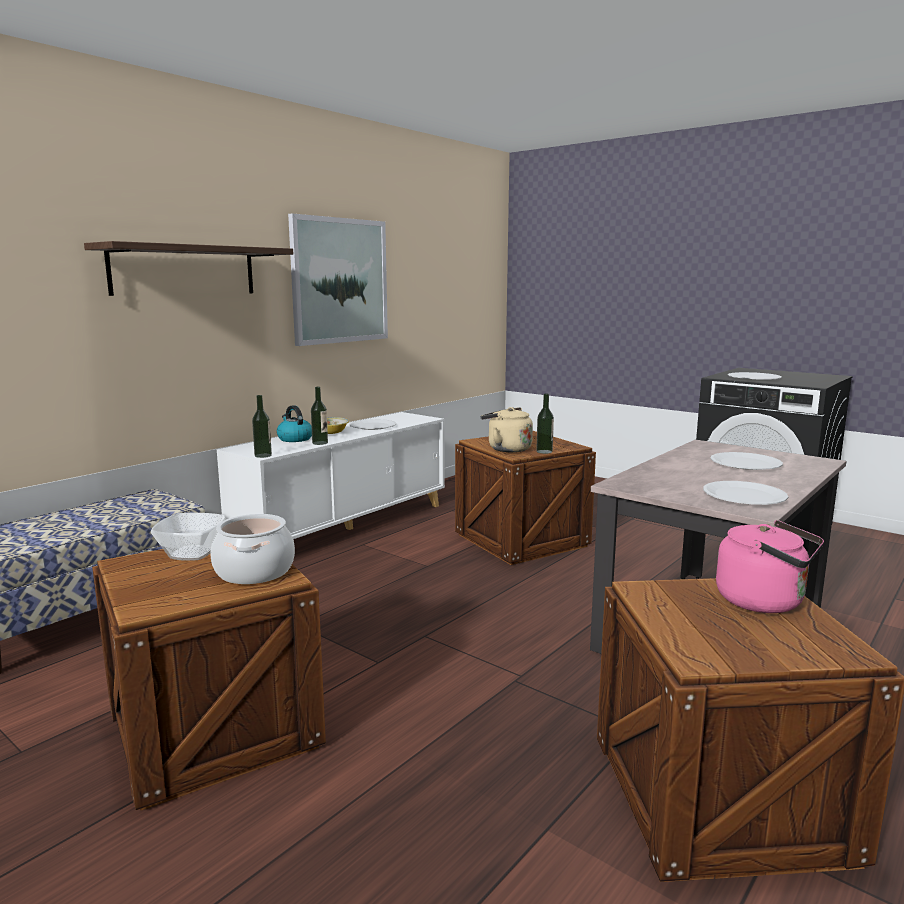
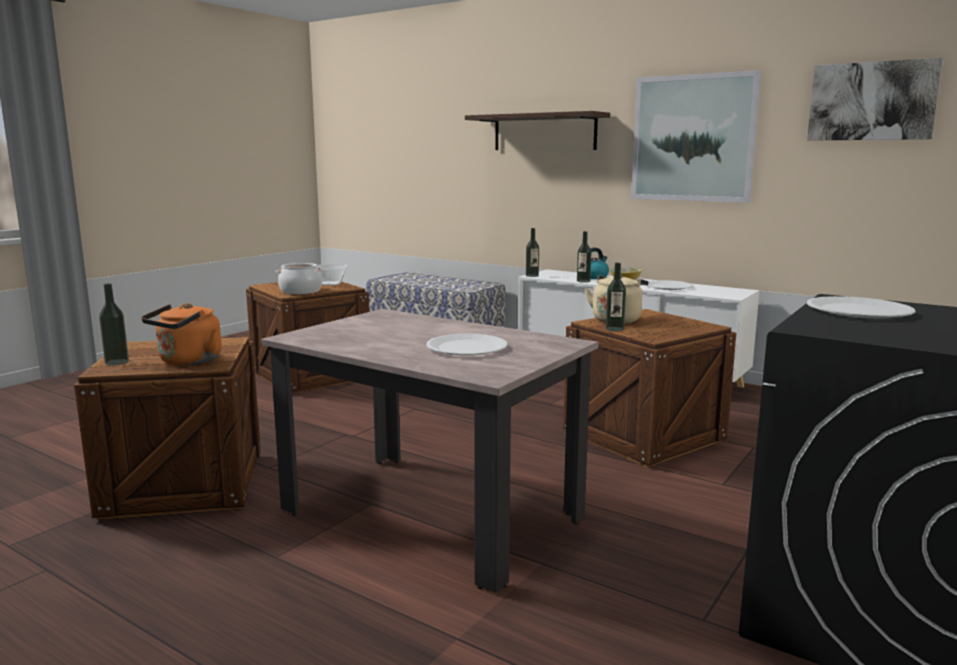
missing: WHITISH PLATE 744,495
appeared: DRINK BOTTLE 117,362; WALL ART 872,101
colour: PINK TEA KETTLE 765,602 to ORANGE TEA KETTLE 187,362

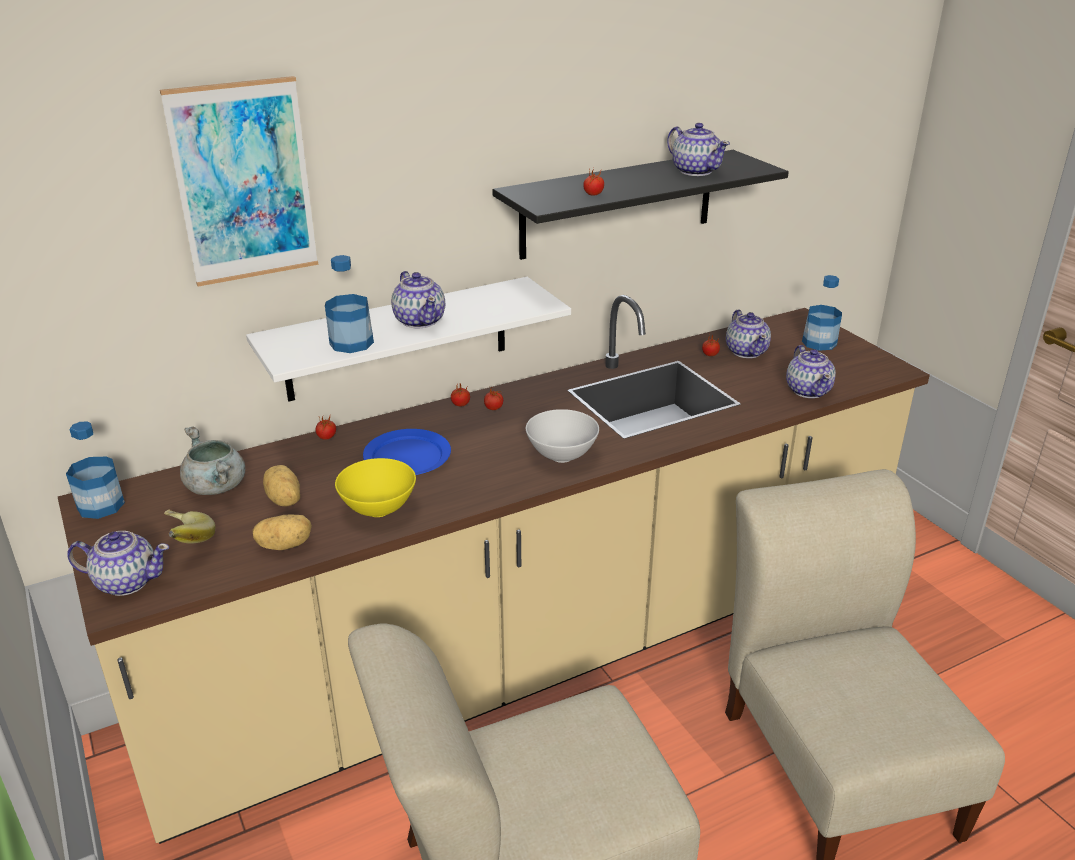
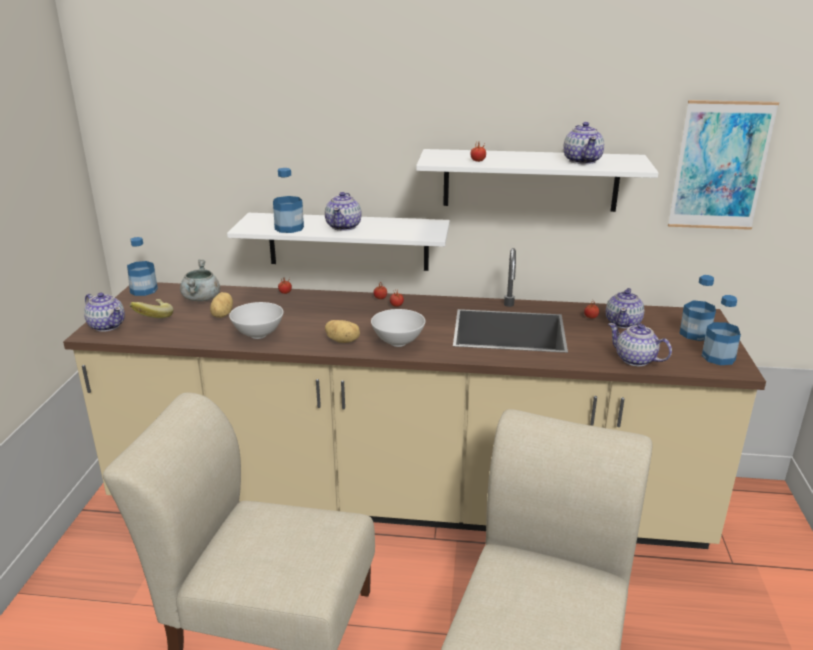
missing: BLUE PLATE 407,456
appeared: DRINK BOTTLE 718,357
relocated: WALL ART 244,183 to 720,166; SPUD 285,545 to 343,341
colour: YELLOW-COLOURED SERVING BOWL 378,510 to WHITISH SERVING BOWL 258,335; BLACK-COLOURED WALL SHELF 618,204 to WHITISH WALL SHELF 530,180
spun: TEAPOT 808,390 = 635,360 105 degrees clockwise

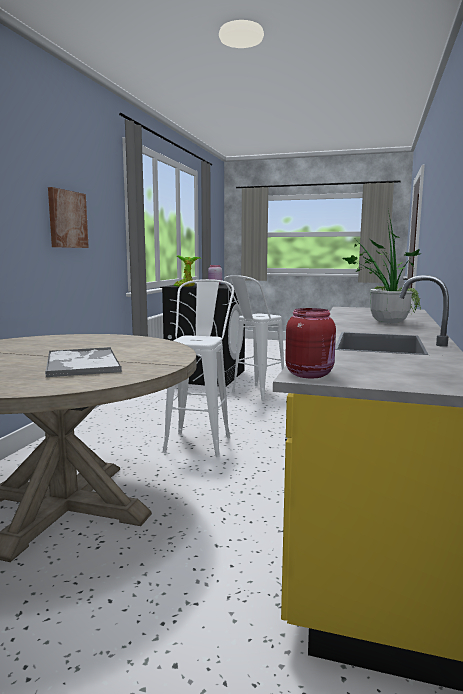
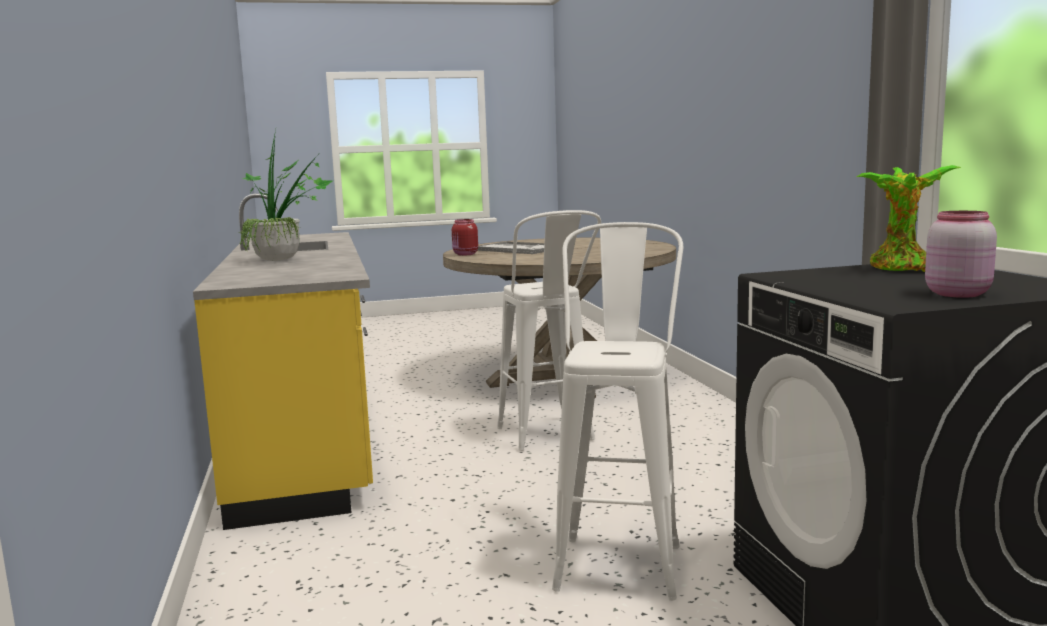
missing: WALL ART 67,219
relocated: RED-COLOURED STORAGE JAR 310,374 to 465,254

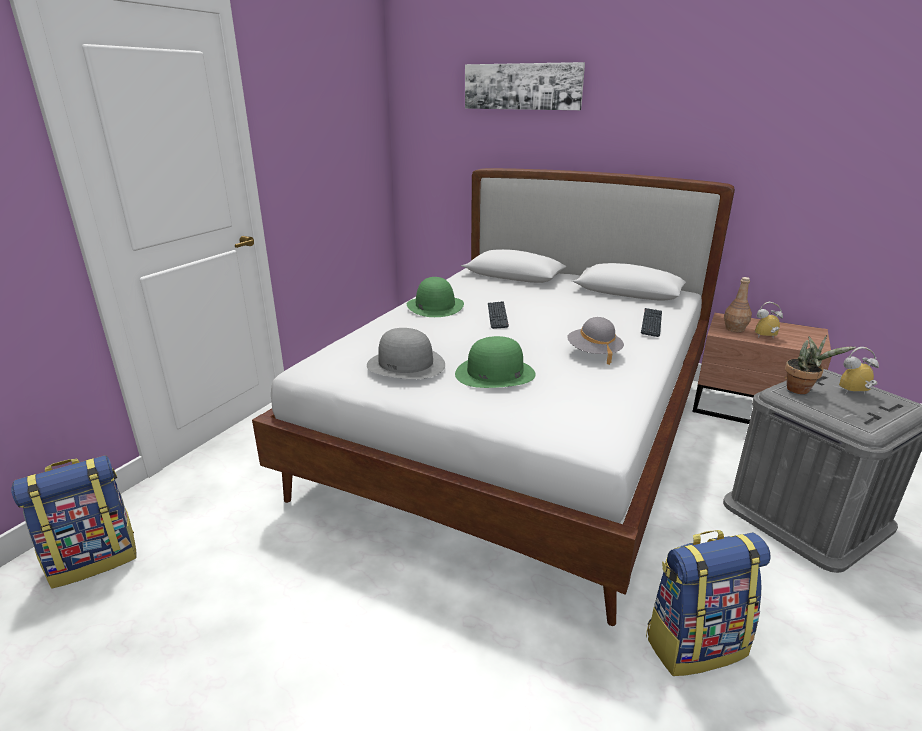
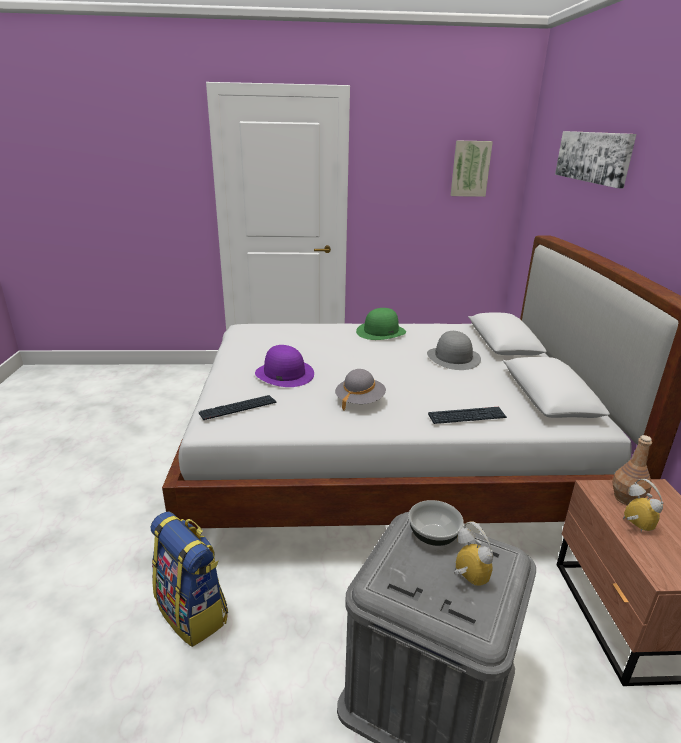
missing: BACKPACK 94,559
appeared: WALL ART 470,168
relocated: GREYISH CLOTHING HAT 406,364 to 453,358; KEYBOARD 497,315 to 238,408
exchanged: HOUSEPLANT 801,390 to SERVING BOWL 433,535
colour: GREEN CLOTHING HAT 494,373 to PURPLISH CLOTHING HAT 284,374

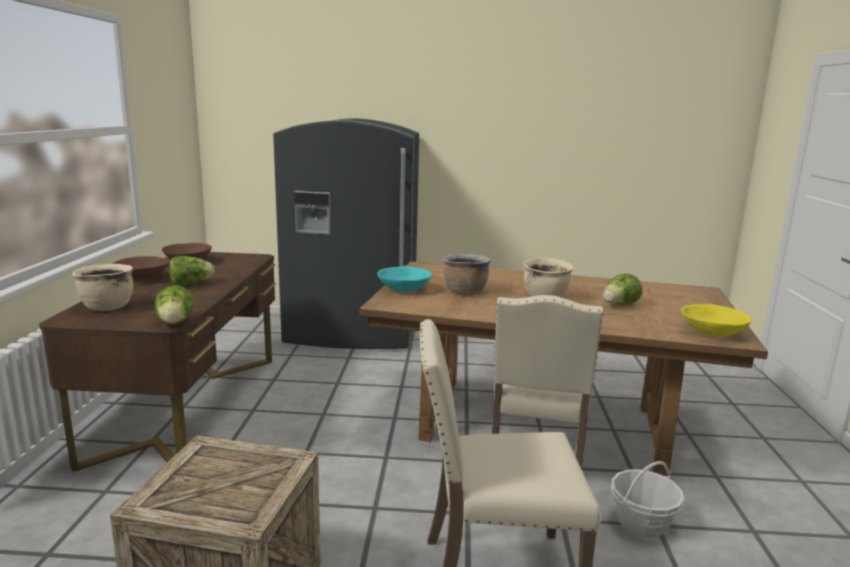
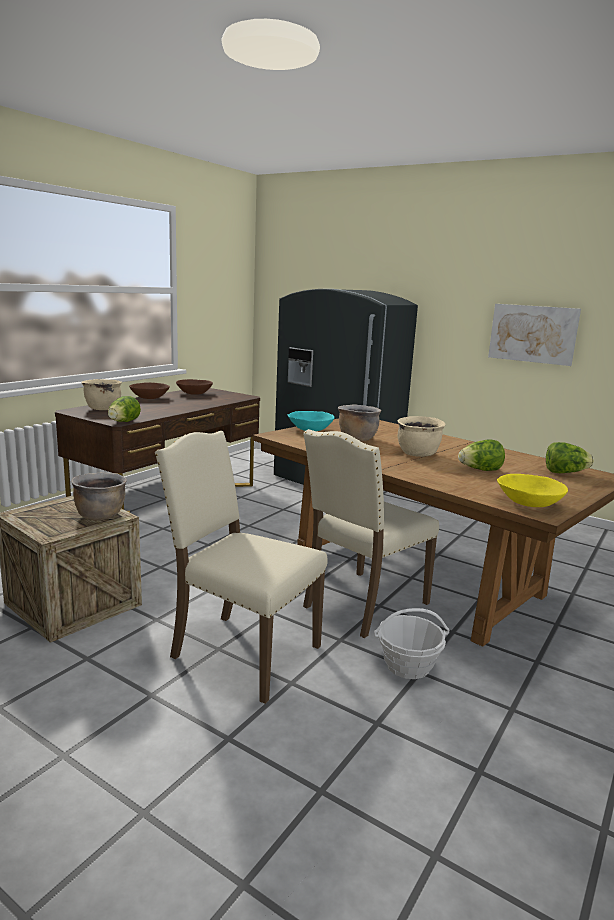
appeared: BROWN-COLOURED STOCKPOT 100,515; WALL ART 533,333
relocated: HEAD OF LETTUCE 191,284 to 565,473

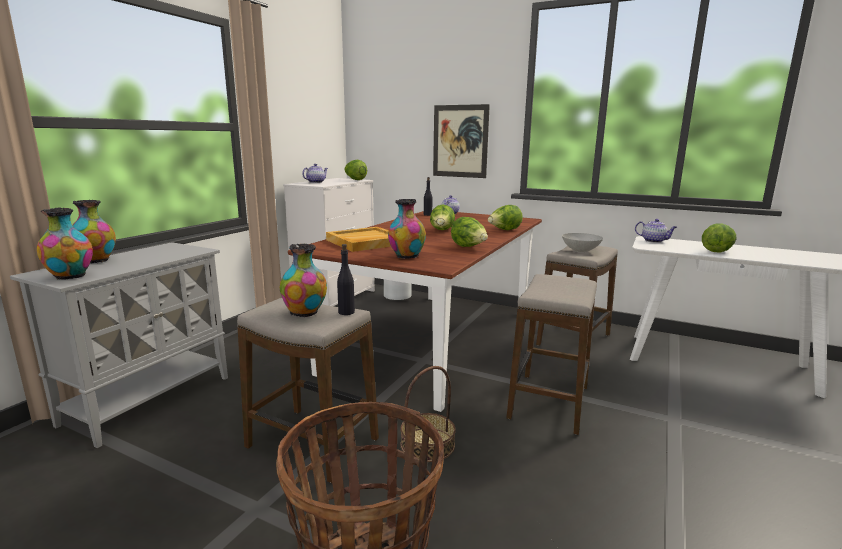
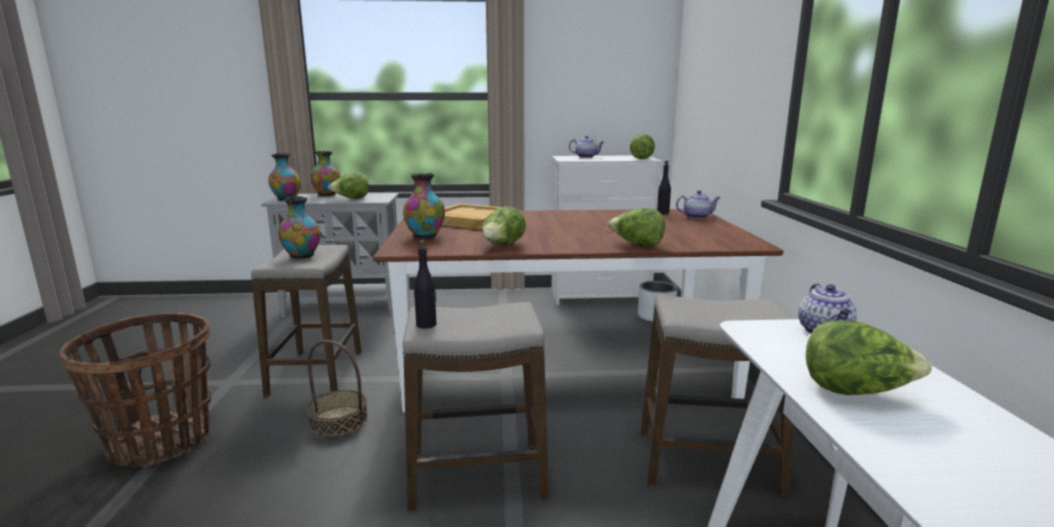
missing: WALL ART 460,141; GREYISH SERVING BOWL 580,251
relocated: BLACK-COLOURED DRINK BOTTLE 346,312 to 426,325; HEAD OF LETTUCE 442,231 to 351,199

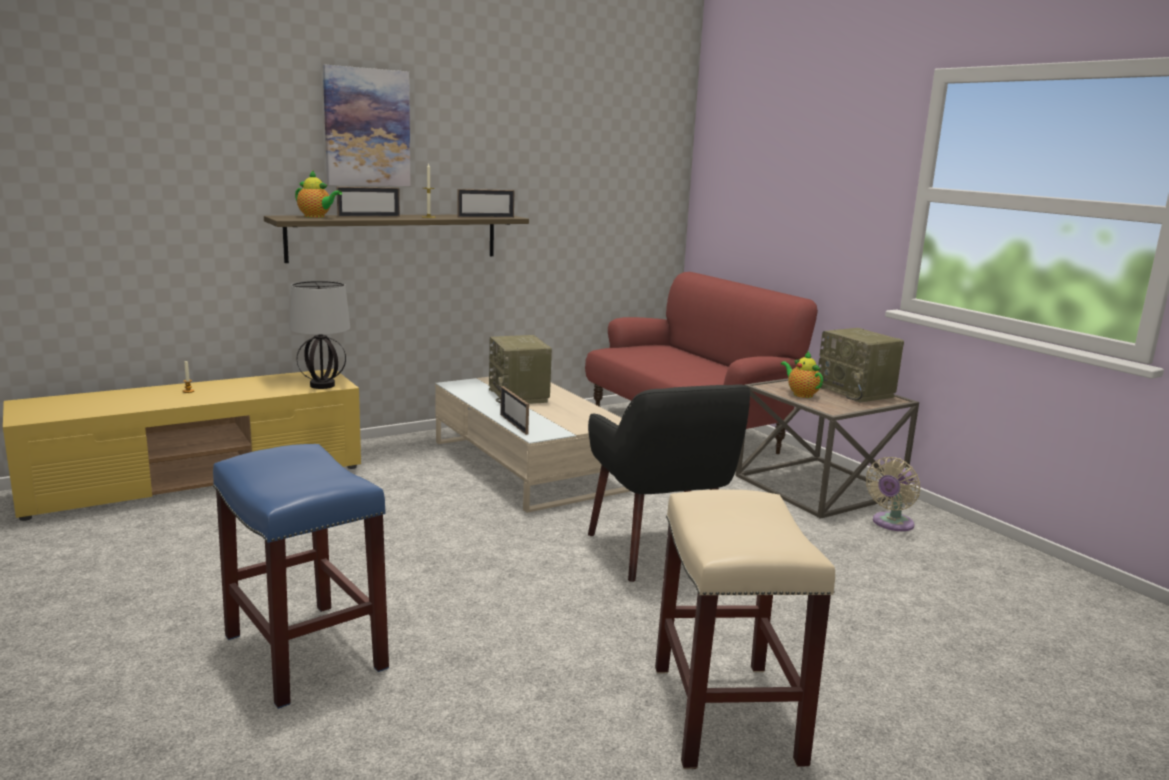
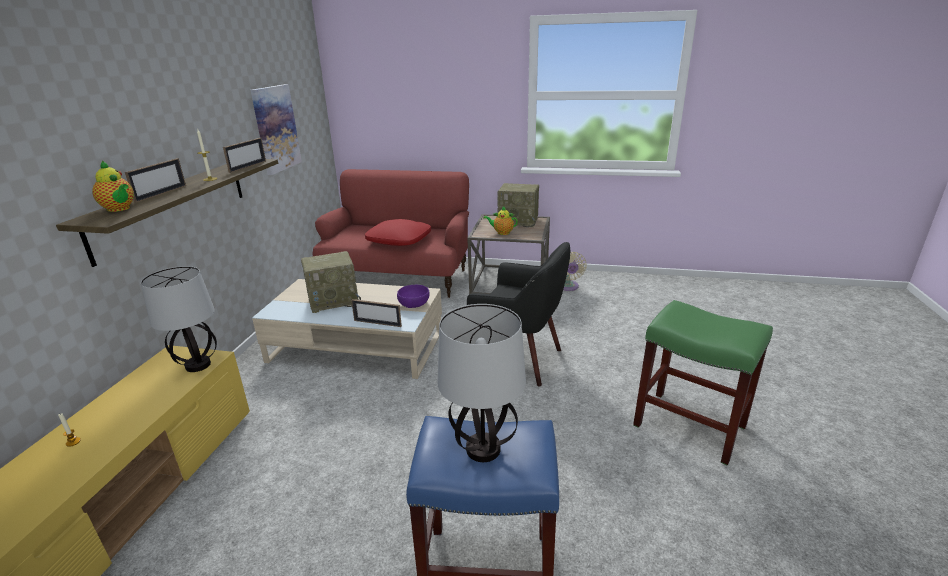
appeared: RED-COLOURED CUSHION 399,240; PURPLISH SERVING BOWL 414,304; TABLETOP LAMP 482,449
relocated: WALL ART 367,127 to 276,128
colour: BEIGE-COLOURED STOOL 724,712 to GREEN STOOL 688,425
spun: TEAPOT 316,217 = 120,209 60 degrees clockwise; RADIO 519,396 = 334,300 45 degrees counterclockwise

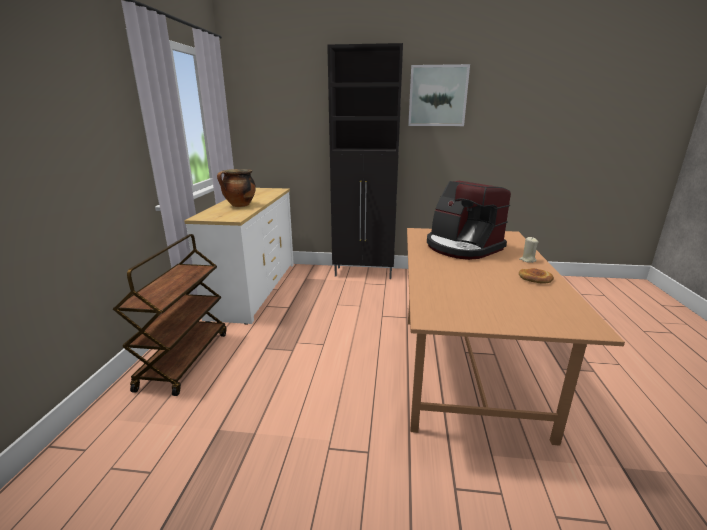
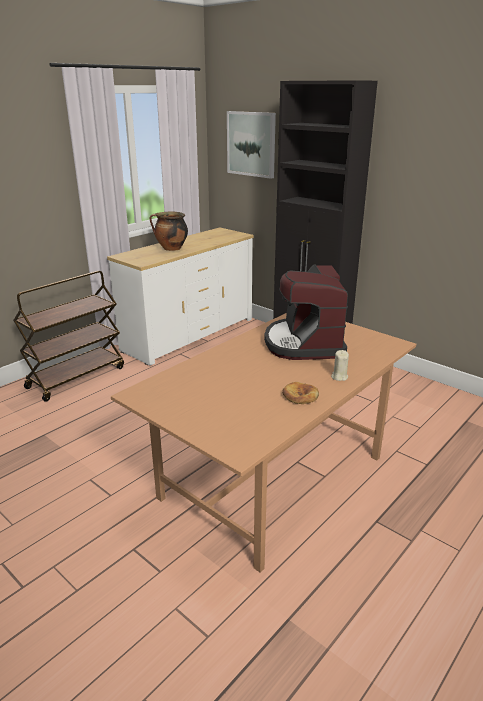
relocated: WALL ART 437,96 to 251,144

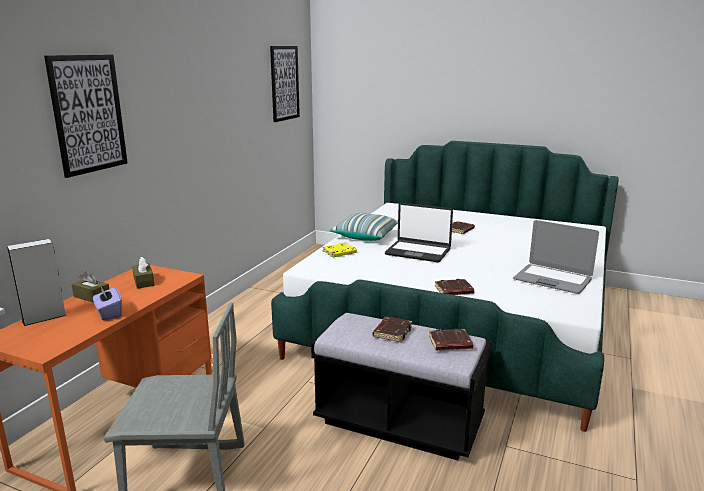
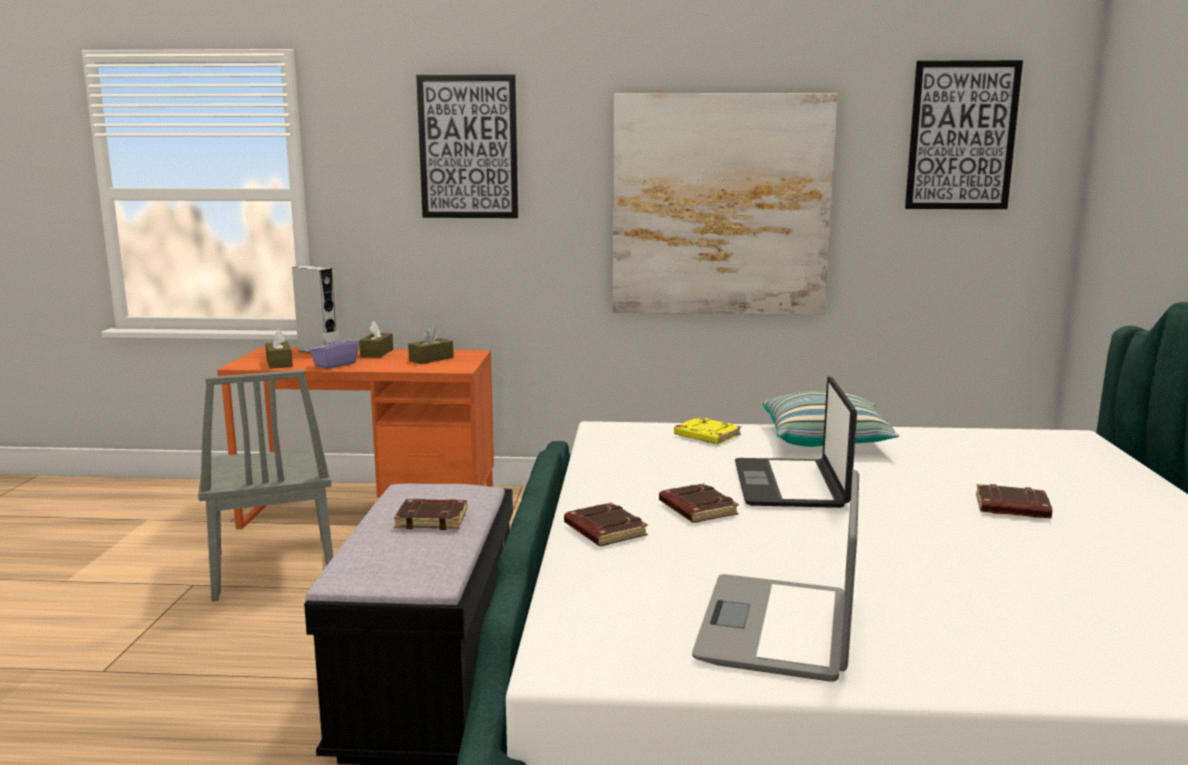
appeared: BROWN-COLOURED BOX OF TISSUES 279,363; WALL ART 720,206
relocated: BROWN-COLOURED BOUND BOOK 450,343 to 696,509

